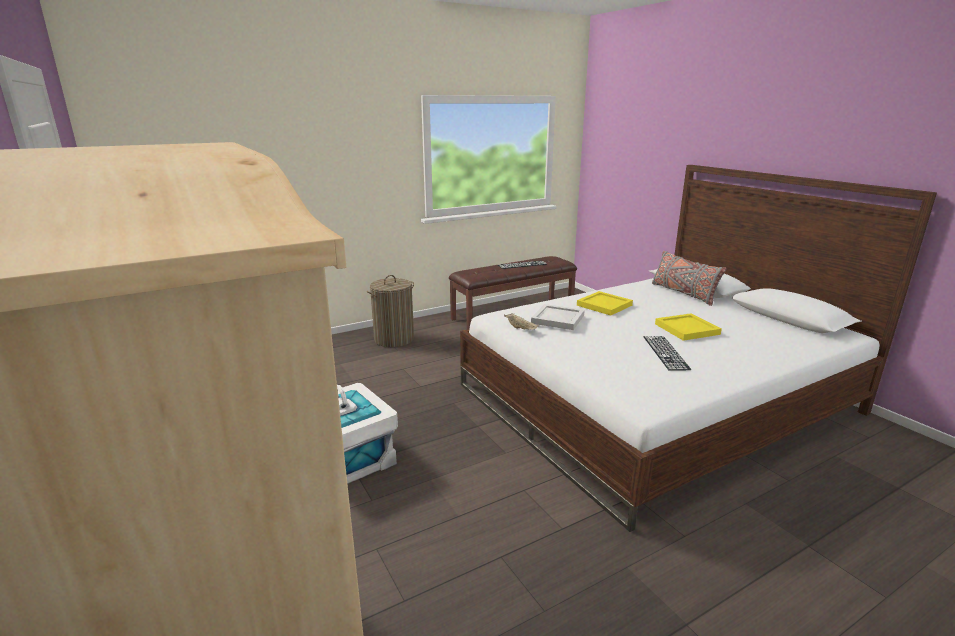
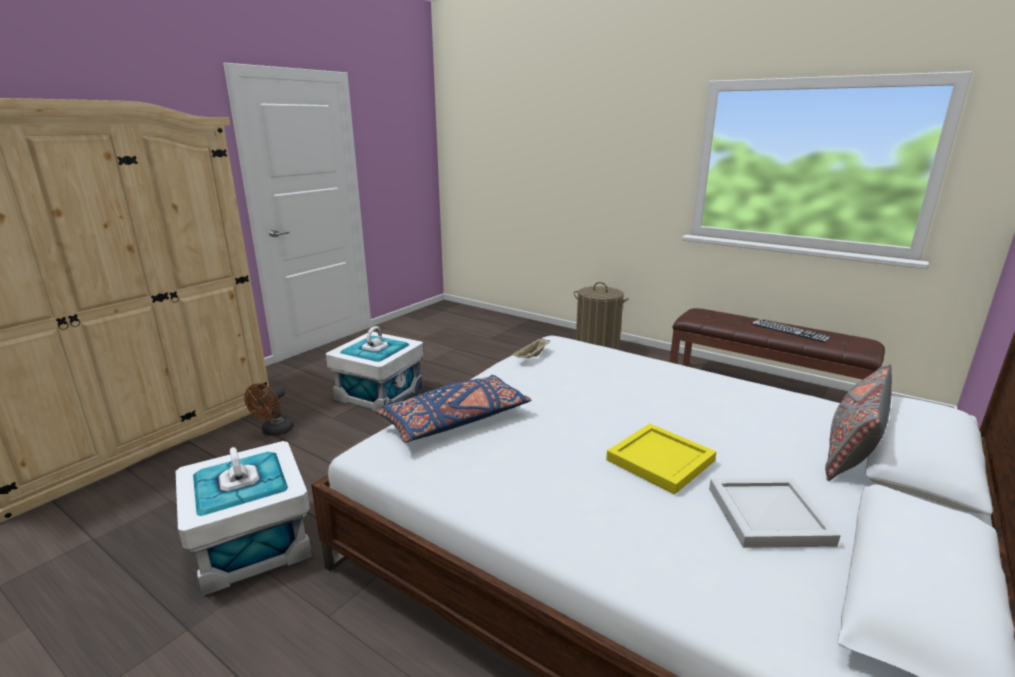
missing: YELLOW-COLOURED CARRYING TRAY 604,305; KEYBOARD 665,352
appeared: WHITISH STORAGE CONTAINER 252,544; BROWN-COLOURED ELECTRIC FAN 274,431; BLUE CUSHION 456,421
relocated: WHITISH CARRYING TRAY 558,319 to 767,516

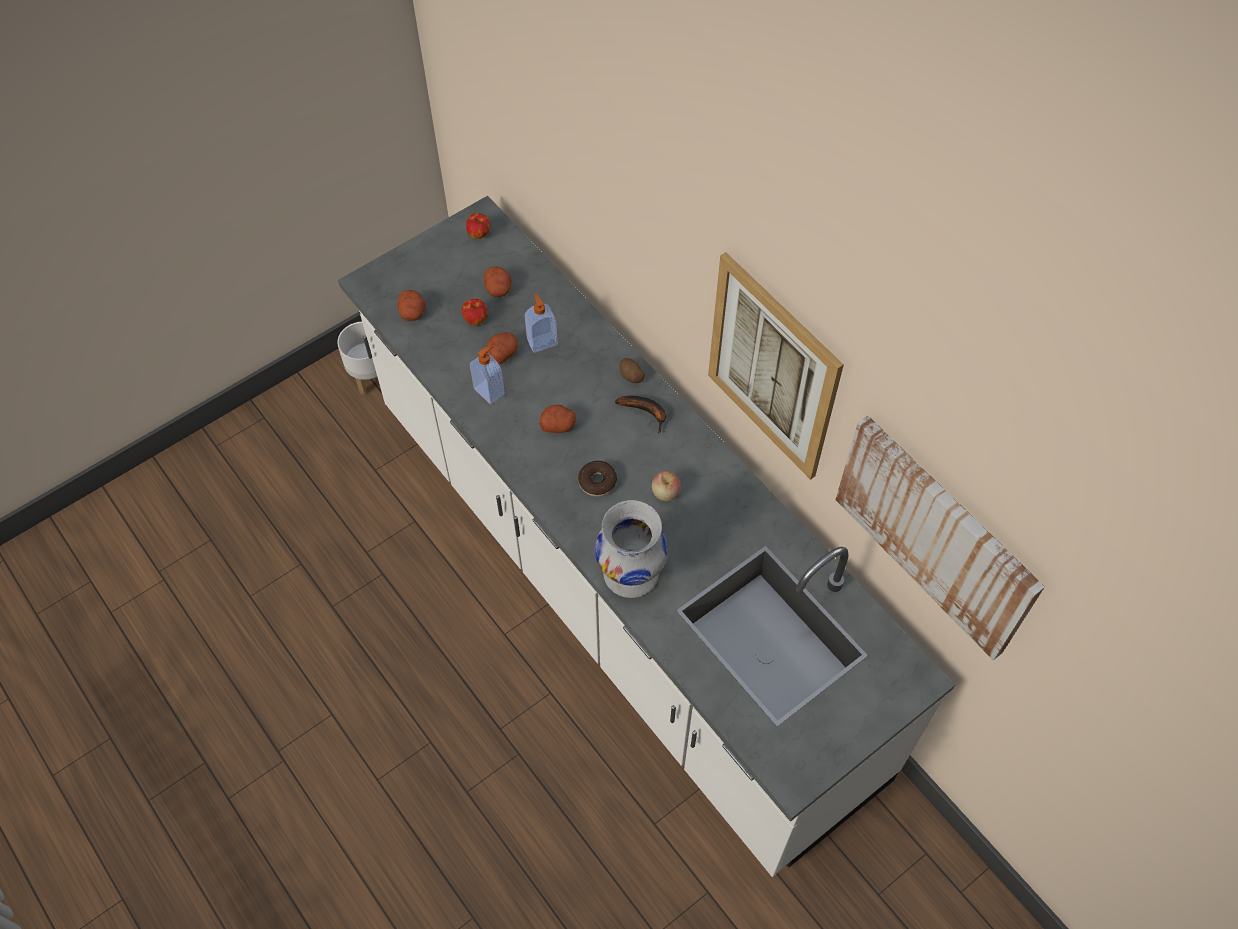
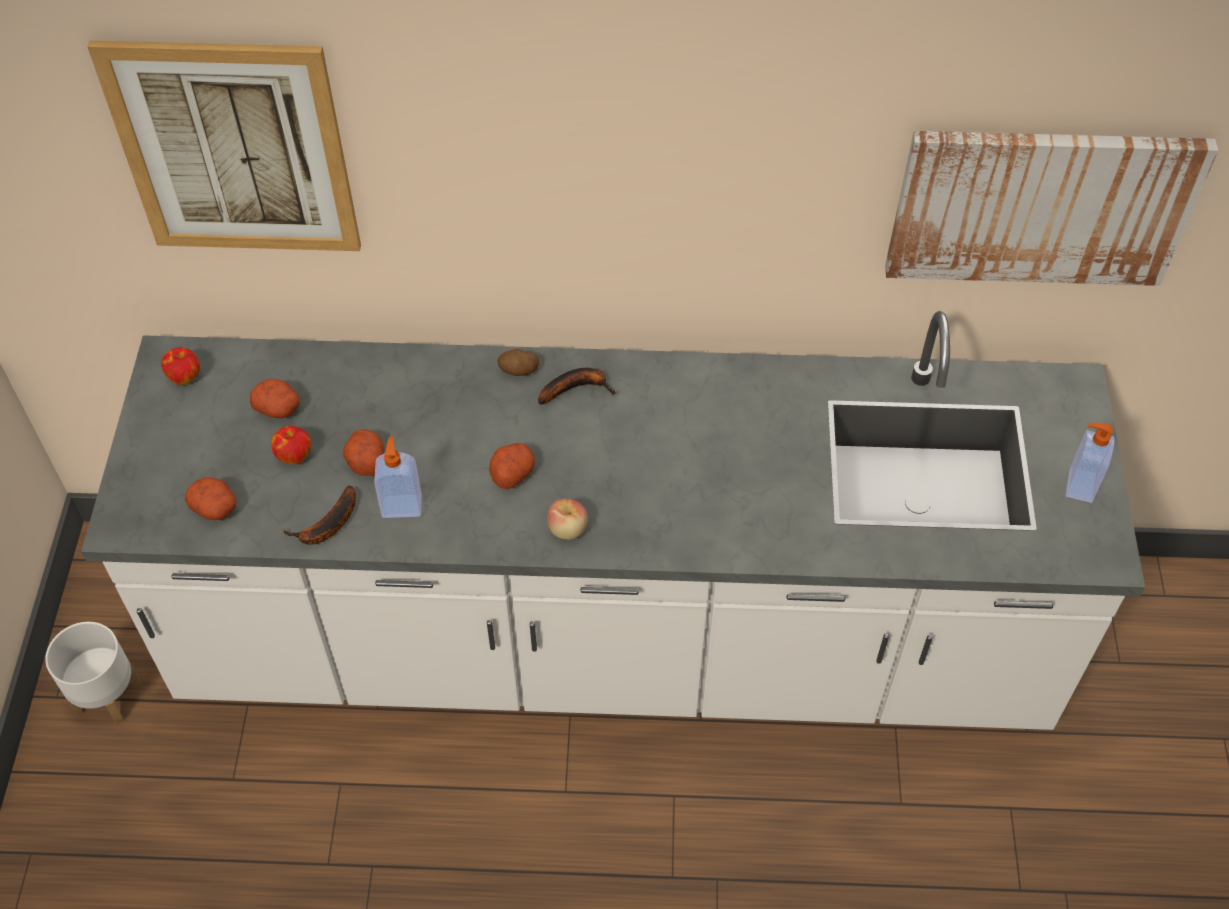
missing: DOUGHNUT 597,482; WHITISH VASE 632,573
appeared: WHOLE BANANA 327,526
relocated: LIQUID SOAP BOTTLE 542,341 to 1079,485; APPLE 665,493 to 568,529; WALL ART 772,368 to 234,149

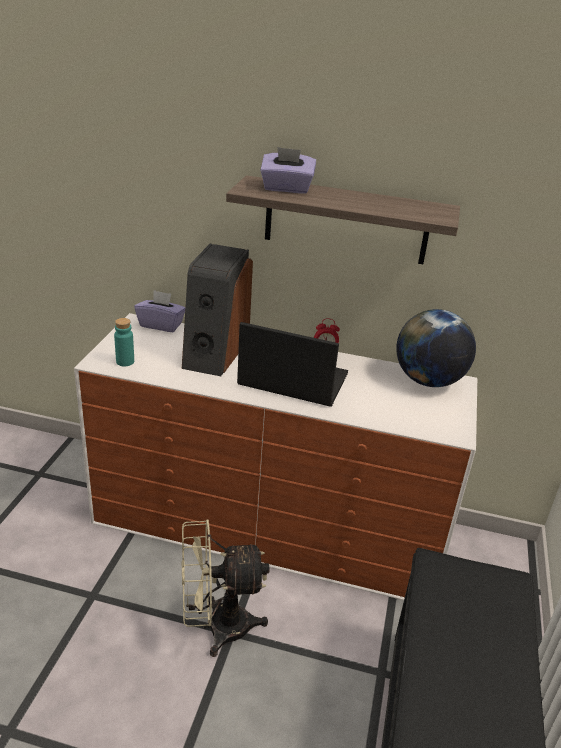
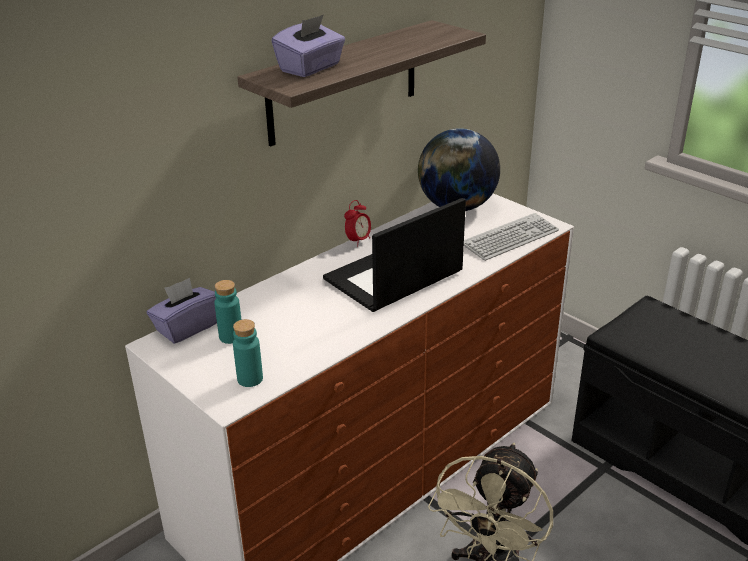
missing: AUDIO SPEAKER 215,352
appeared: TURQUOISE-COLOURED DRINK BOTTLE 231,336; KEYBOARD 510,238

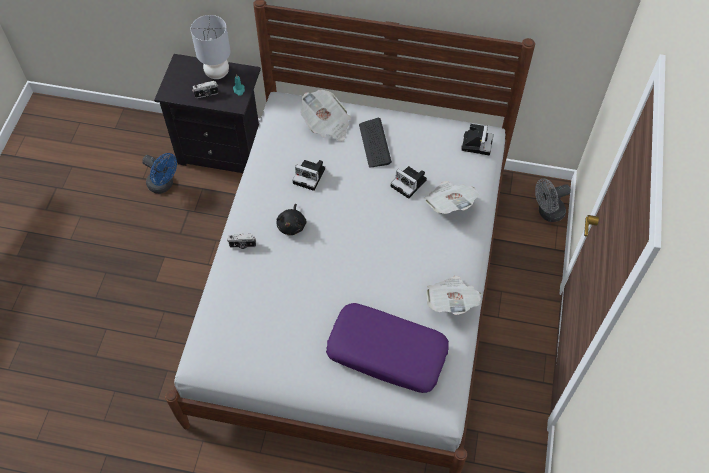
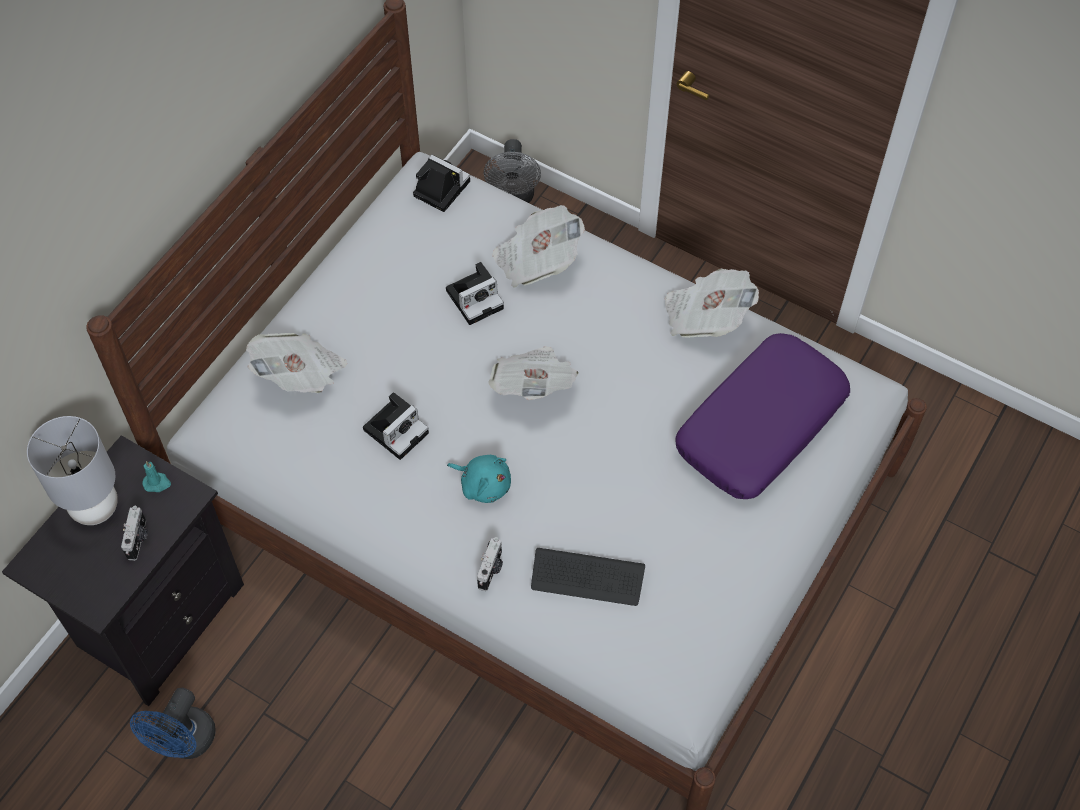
appeared: DAILY PAPER 533,385
relocated: KEYBOARD 374,143 to 587,578
colour: BLACK-COLOURED PLUSH TOY 292,225 to TURQUOISE-COLOURED PLUSH TOY 483,484
spun: BLUE ELECTRIC FAN 164,185 = 185,743 150 degrees clockwise

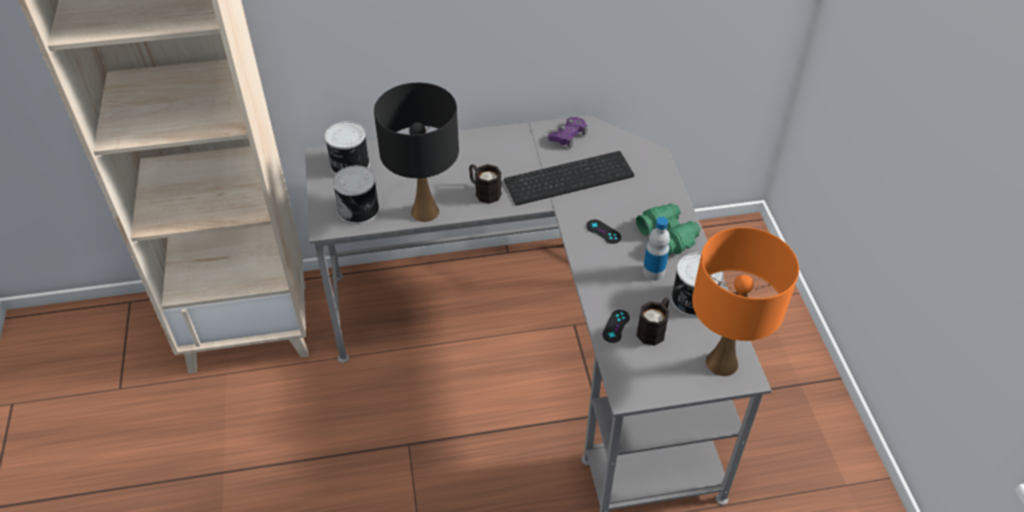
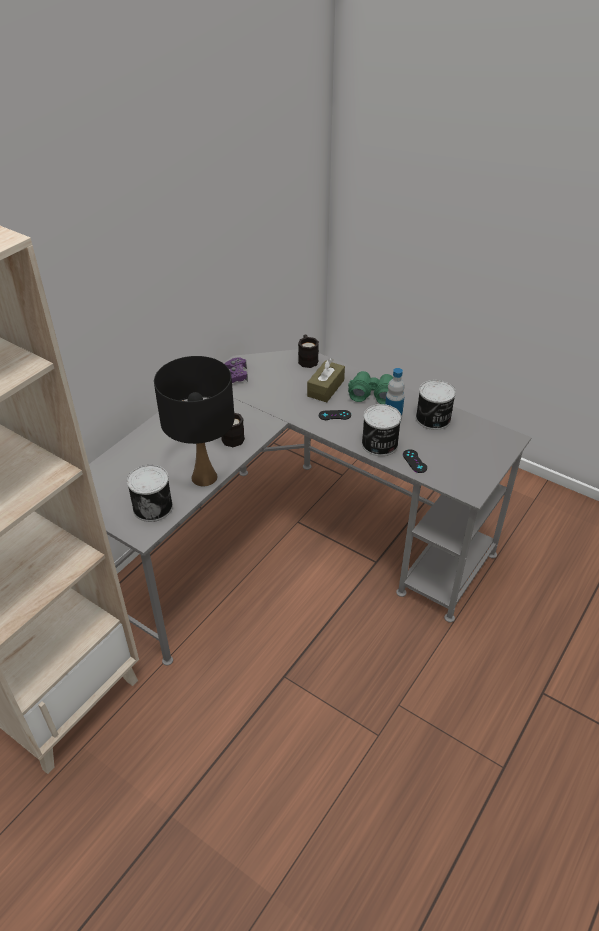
missing: KEYBOARD 569,176; ORANGE TABLETOP LAMP 722,363
appeared: BROWN-COLOURED BOX OF TISSUES 325,388
relocated: METAL CAN 349,165 to 379,444; BLACK-COLOURED COFFEE MUG 654,329 to 307,359

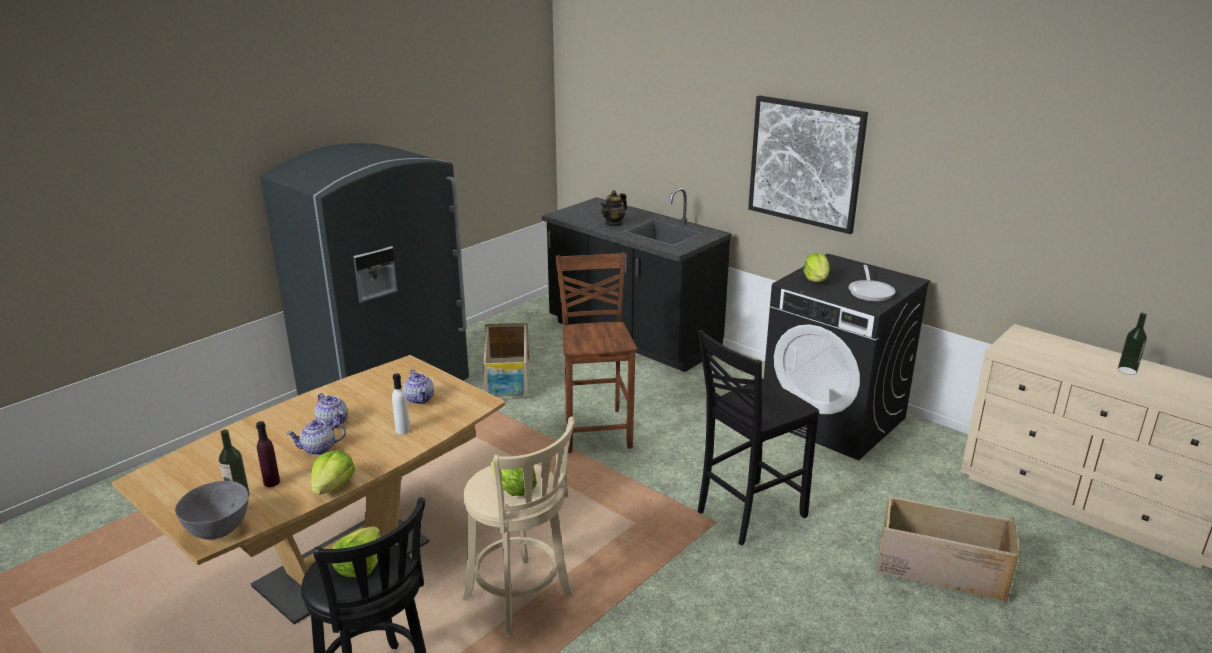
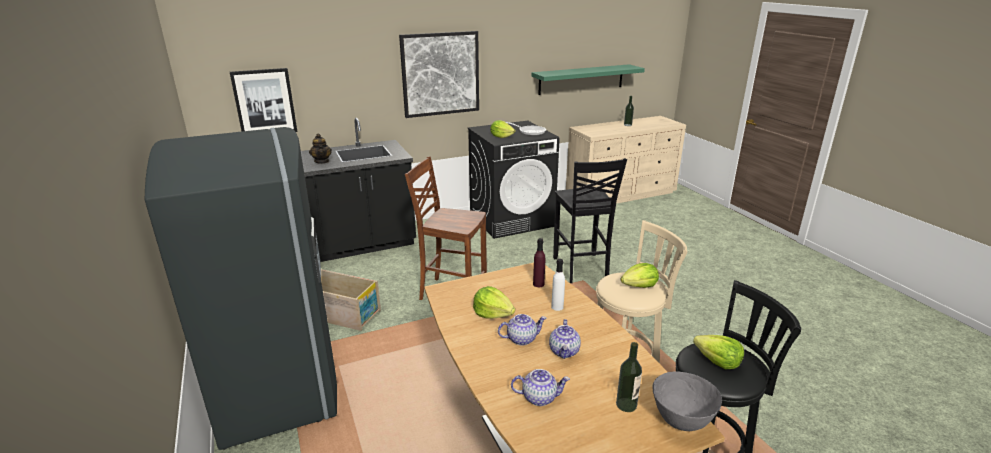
missing: CRATE 939,569
appeared: WALL ART 264,102; GREEN WALL SHELF 581,79
relocated: PURPLISH DRINK BOTTLE 272,482 to 538,284; HEAD OF LETTUCE 333,486 to 493,313; TEAPOT 420,399 to 539,397

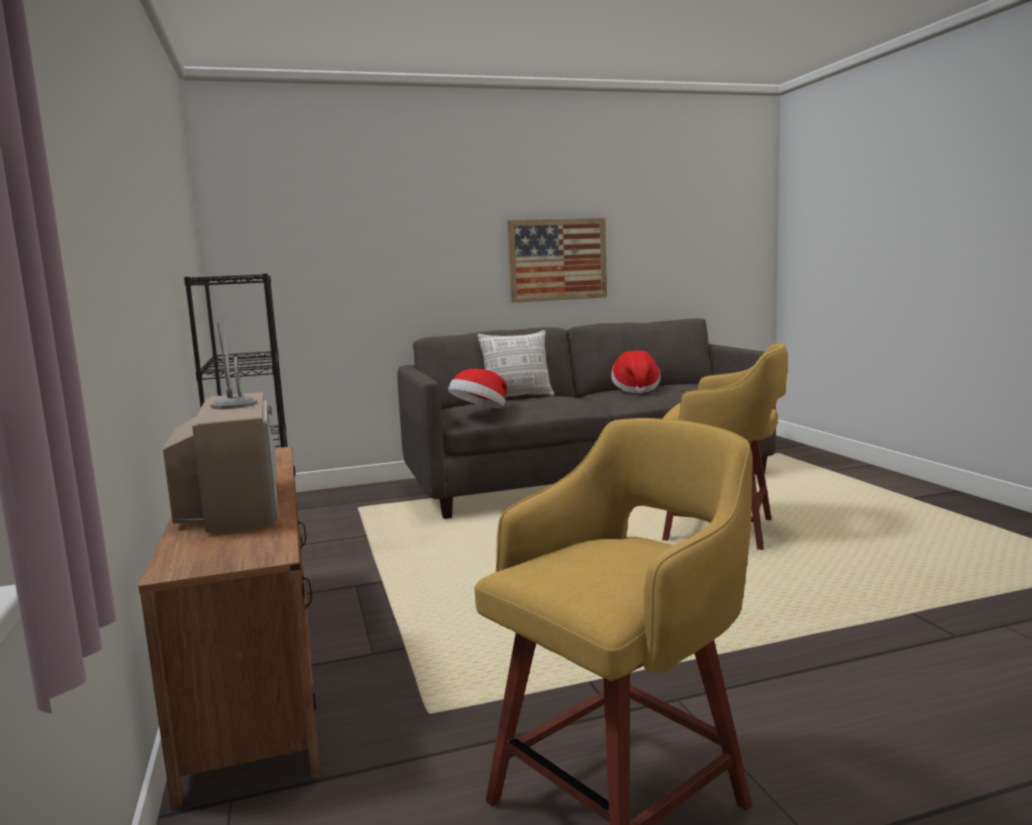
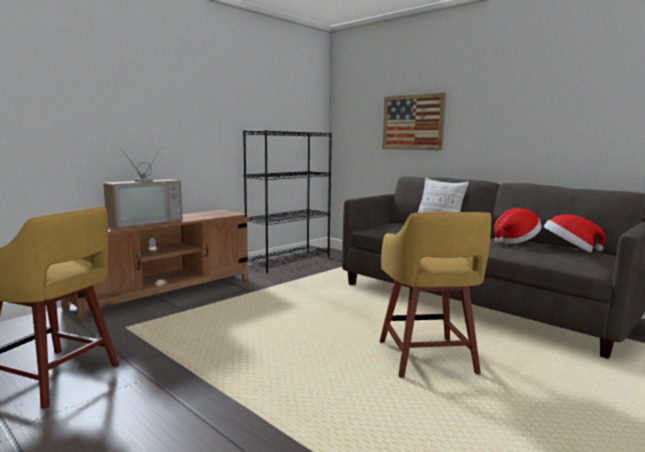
relocated: CLOTHING HAT 479,411 to 569,250; WALL ART 557,259 to 412,122

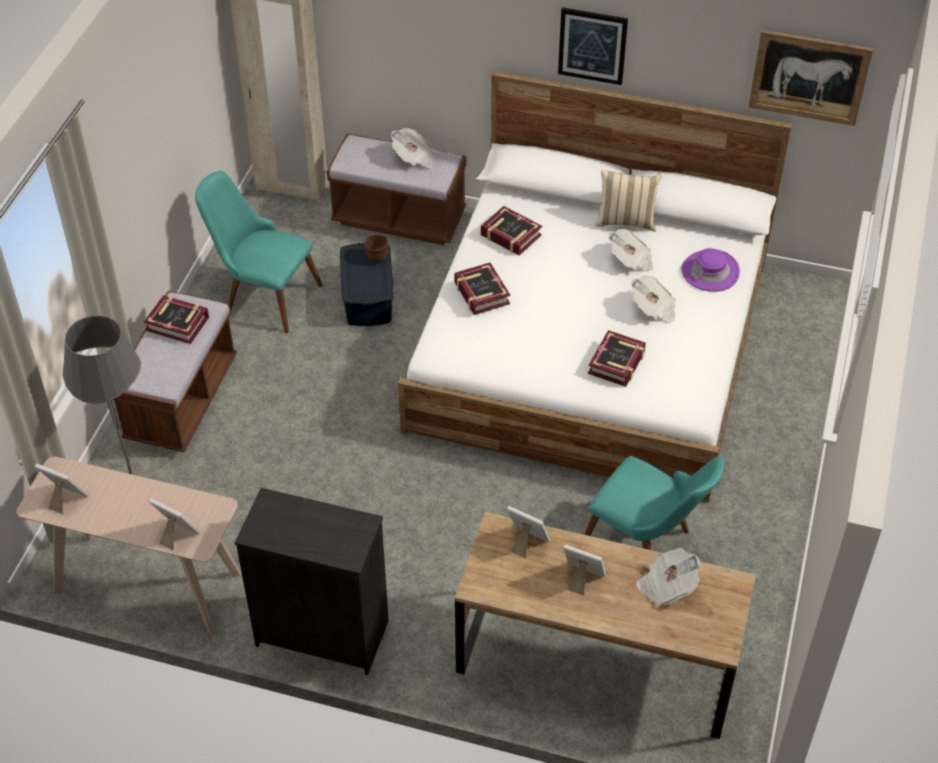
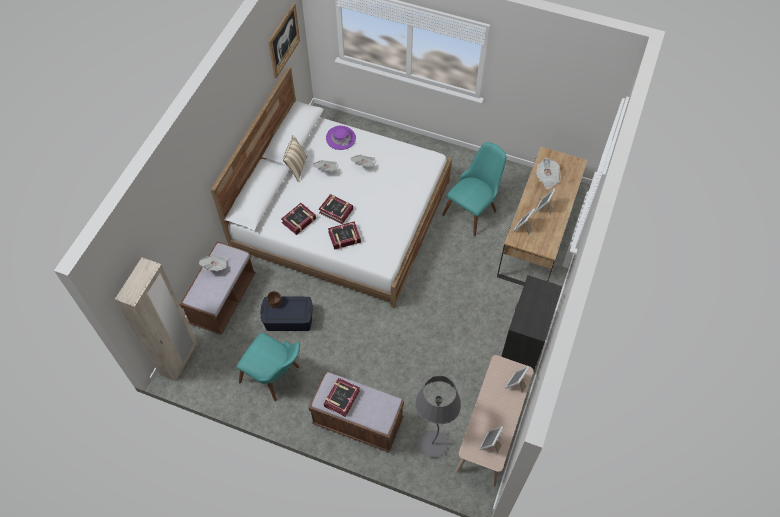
missing: WALL ART 592,45
relocated: BOUND BOOK 617,363 to 336,211
spun: TURQUOISE-COLOURED UPRIGHT CHAIR 263,295 = 276,377 90 degrees counterclockwise

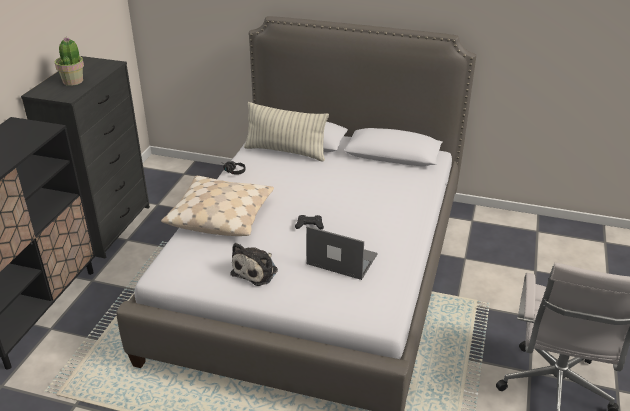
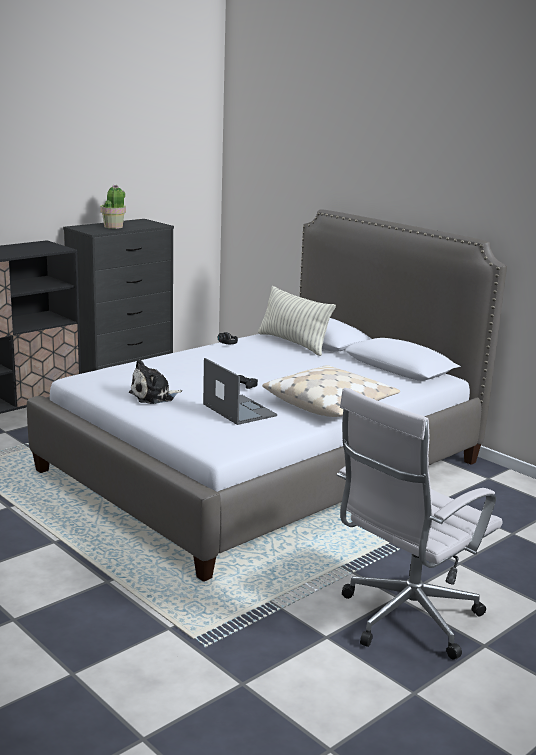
relocated: BEIGE-COLOURED CUSHION 221,216 to 330,404

